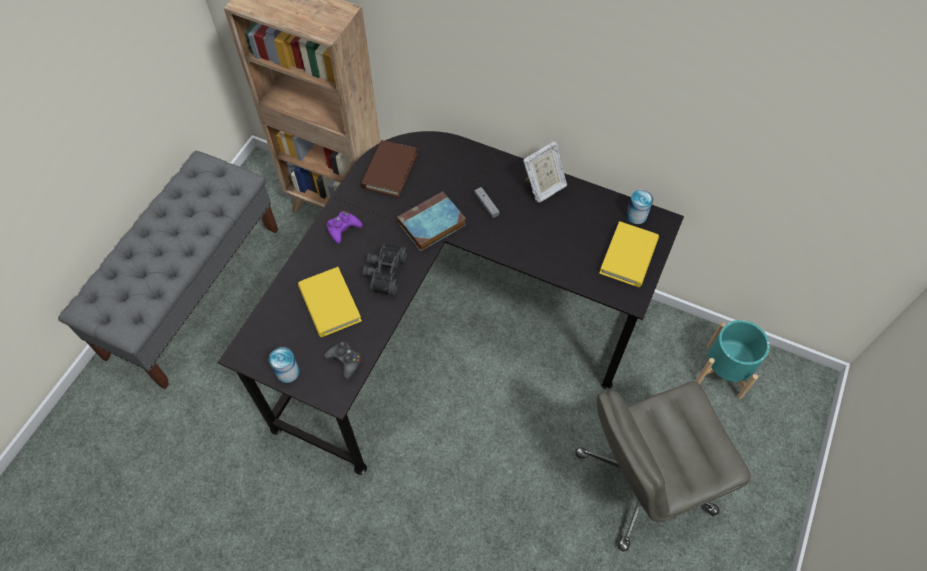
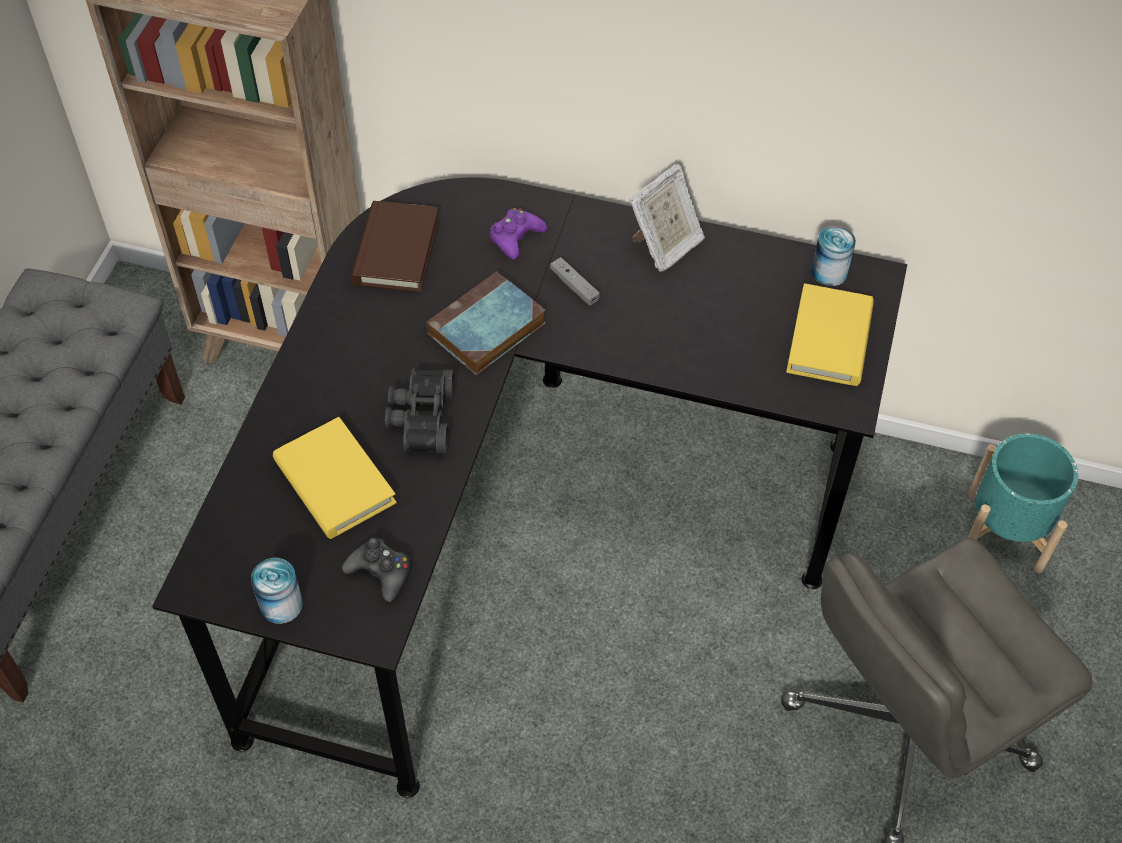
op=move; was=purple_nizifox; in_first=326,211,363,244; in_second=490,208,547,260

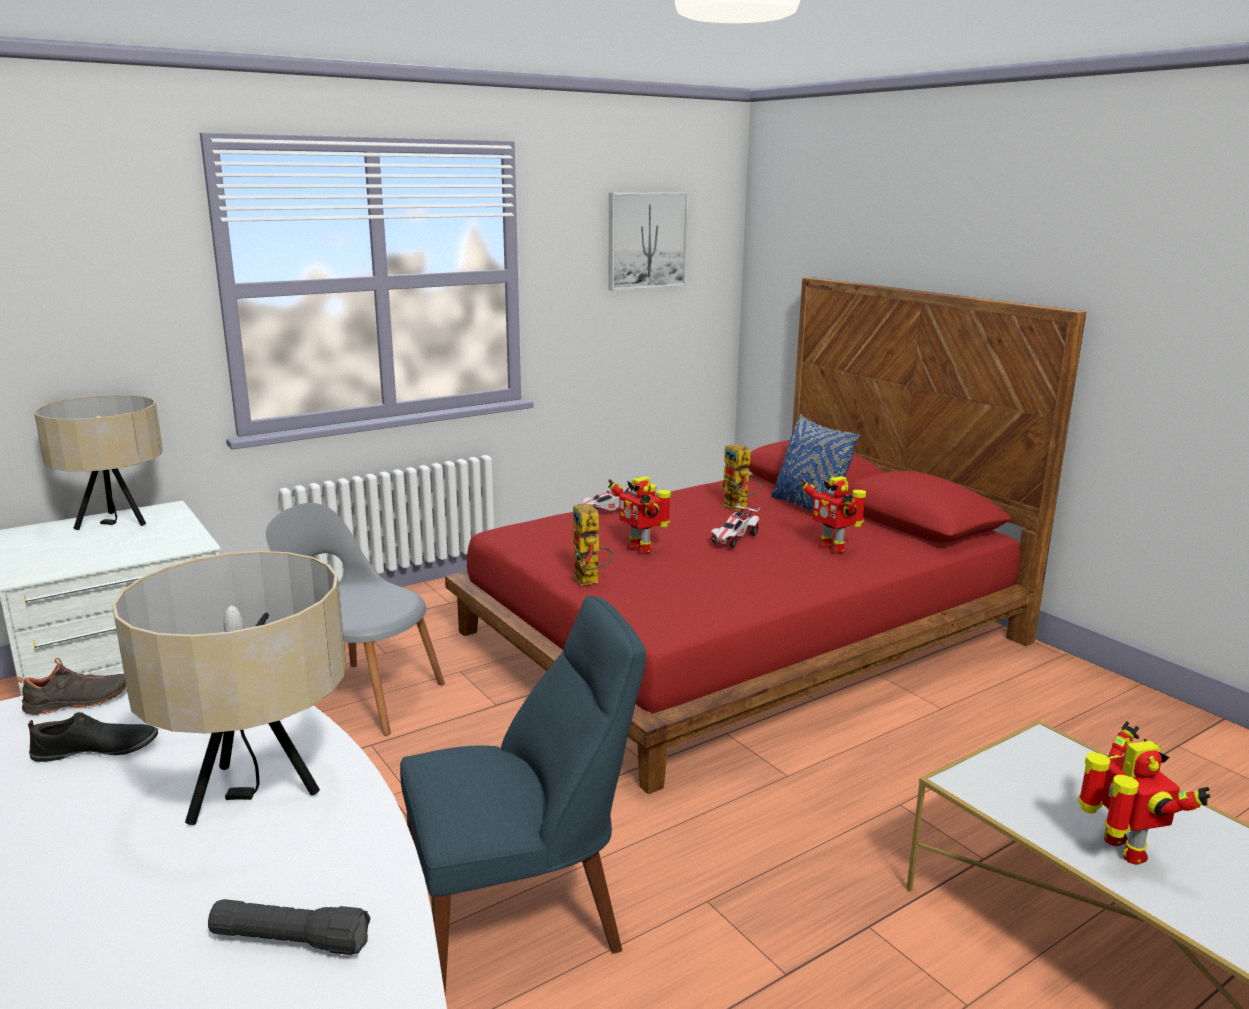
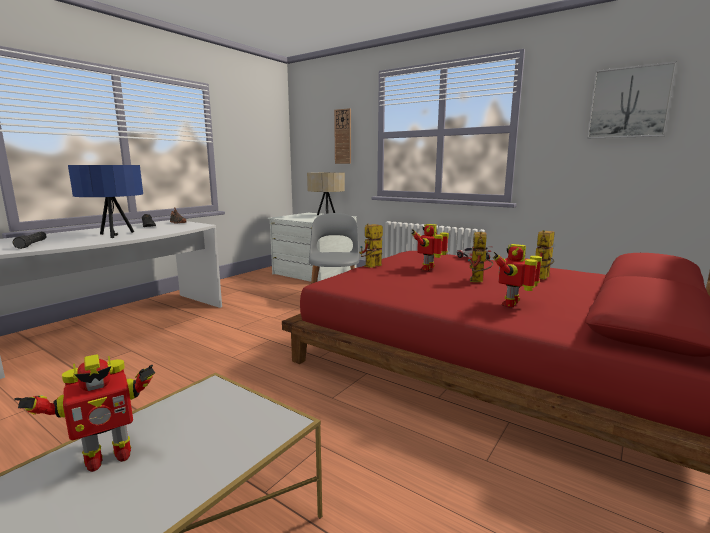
op=recolor; was=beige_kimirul; now=blue_kimirul; in_first=112,551,346,825; in_second=68,165,143,238
op=insert; now=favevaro; in_second=334,108,351,164
op=replace; was=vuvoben; now=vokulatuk; in_first=710,502,761,547; in_second=468,232,493,282
op=delete; was=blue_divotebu; in_first=400,596,646,994
op=delete; was=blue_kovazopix; in_first=771,414,860,512

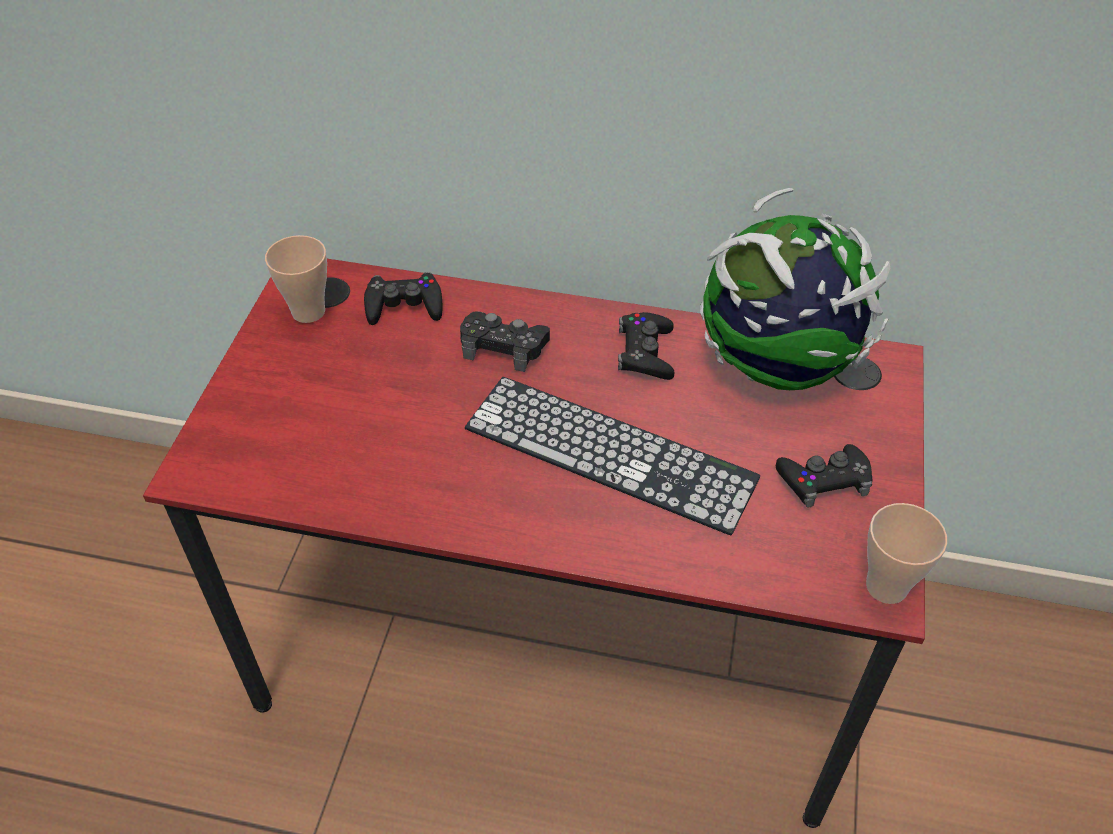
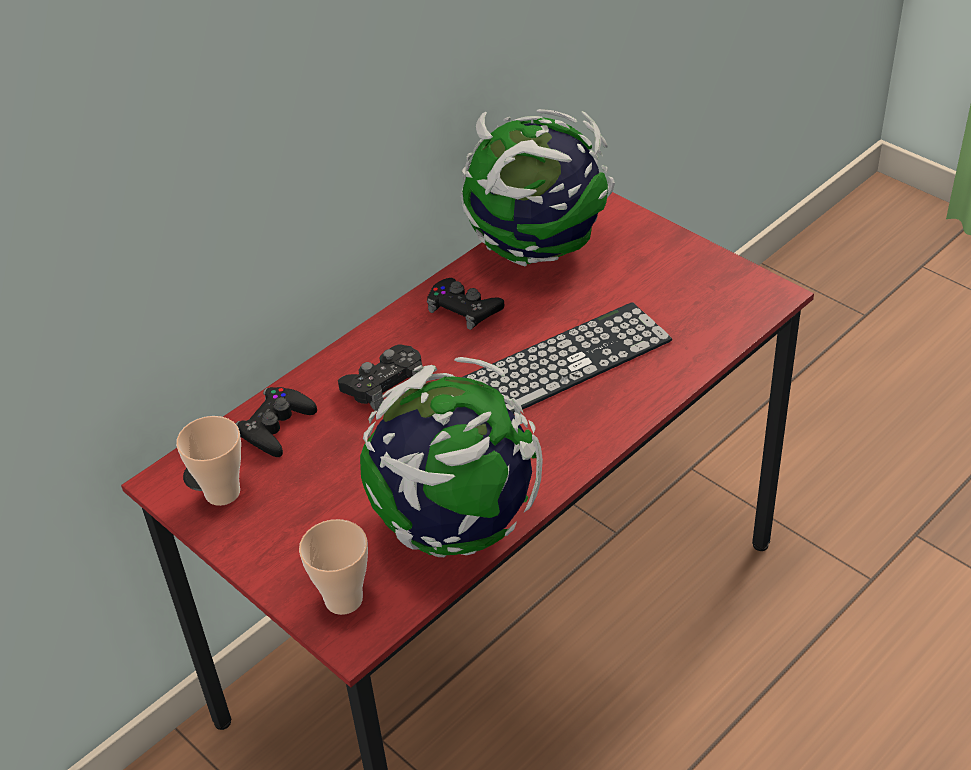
op=move; was=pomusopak; in_first=866,503,948,604; in_second=299,519,368,615
op=insert; now=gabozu; in_second=360,357,543,557
op=delete; was=black_nizifox; in_first=776,444,872,507

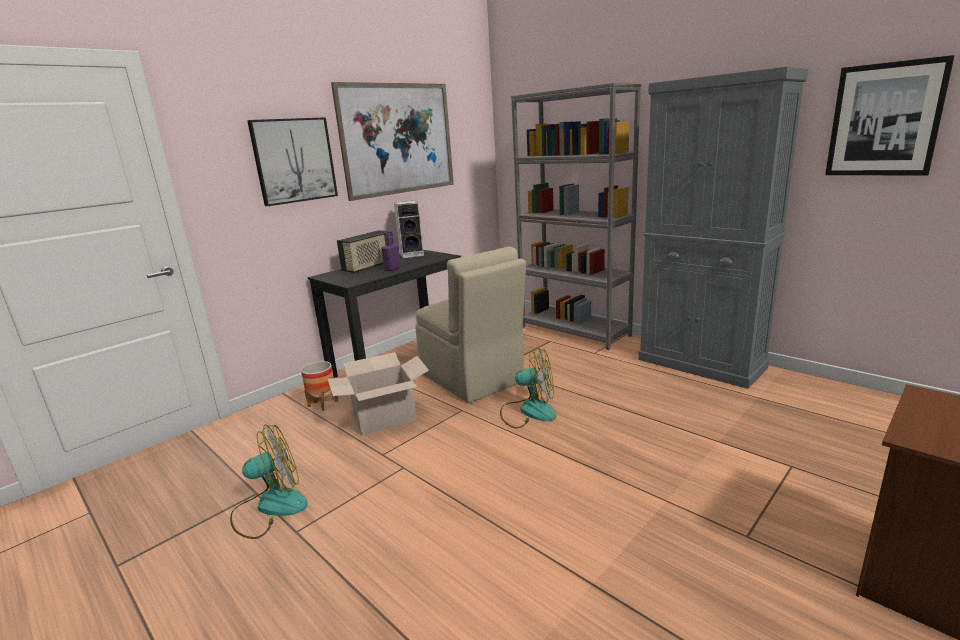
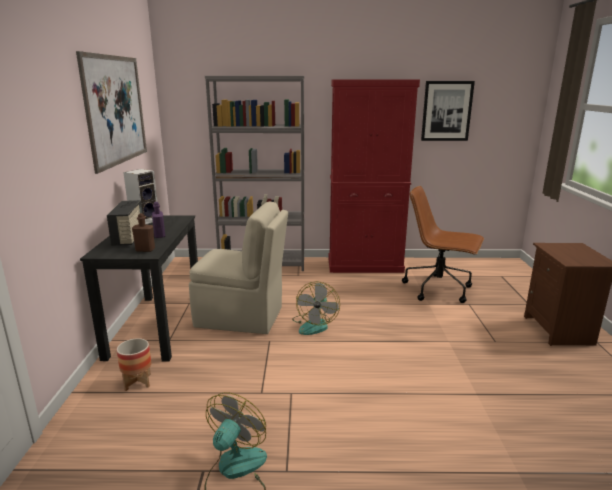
op=insert; now=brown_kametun; in_second=132,213,155,252
op=rotate; was=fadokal; in_first=500,347,557,428; in_second=292,281,340,335; clockwise=135
op=recolor; was=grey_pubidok; now=red_pubidok; in_first=638,66,808,389; in_second=328,79,420,273
op=insert; now=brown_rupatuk; in_second=402,186,484,303
op=delete; was=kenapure; in_first=247,117,338,206
op=delete; was=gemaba; in_first=327,352,429,436

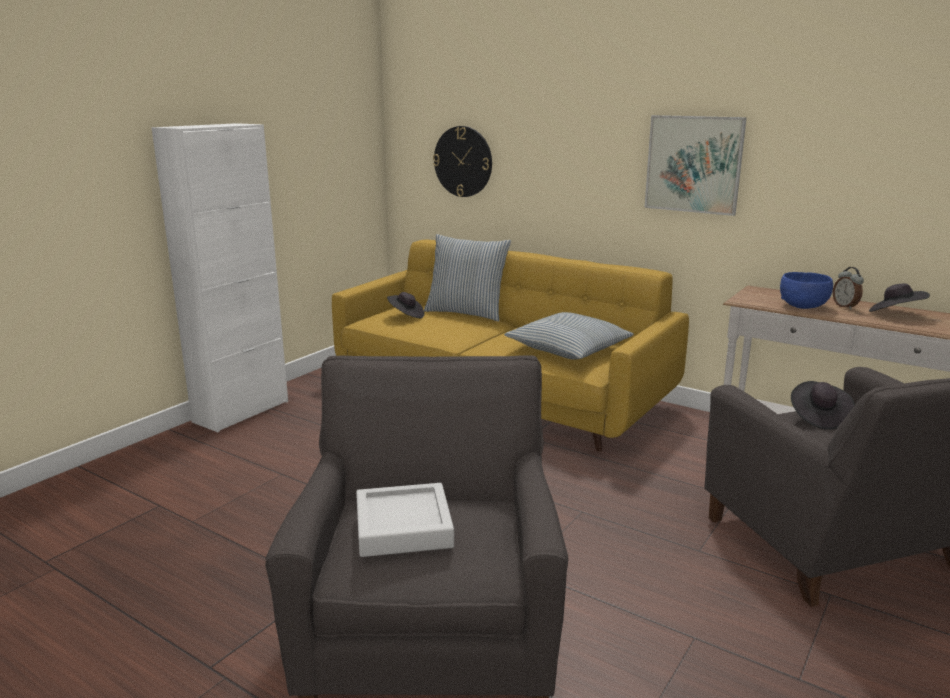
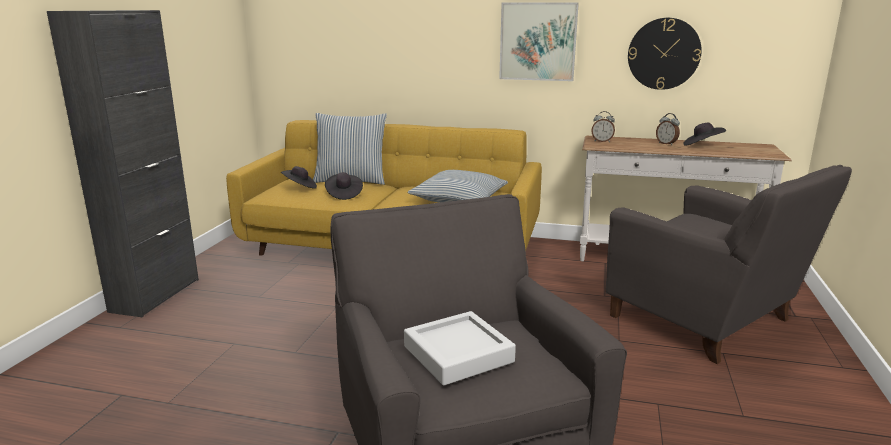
op=recolor; was=white_pubidok; now=black_pubidok; in_first=151,123,288,432; in_second=47,10,199,317
op=move; was=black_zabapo; in_first=791,381,855,430; in_second=325,172,363,200
op=insert; now=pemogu; in_second=591,111,615,142
op=move; was=favevaro; in_first=433,126,492,197; in_second=628,18,702,90
op=delete; was=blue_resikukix; in_first=780,272,833,309

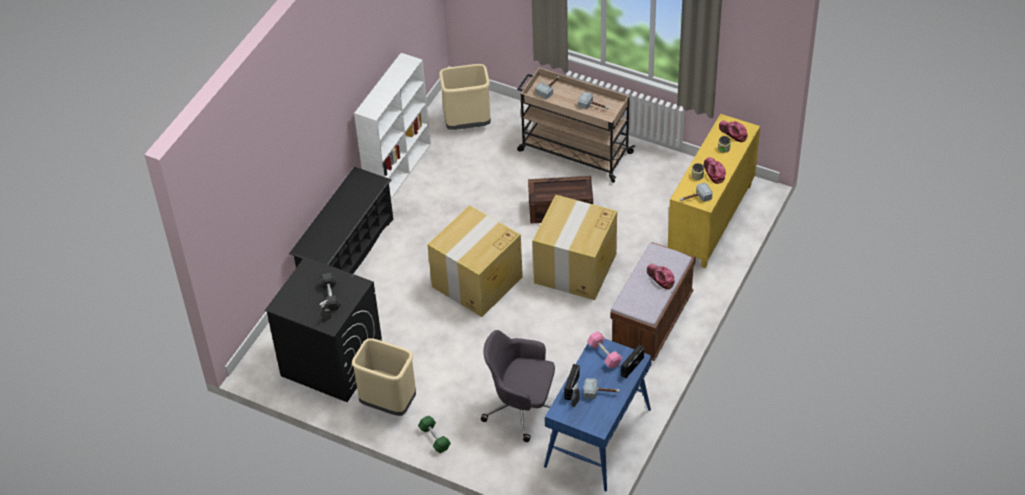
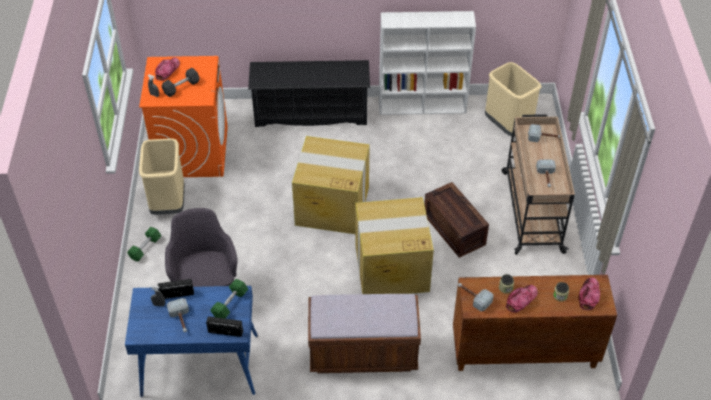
op=recolor; was=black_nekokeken; now=orange_nekokeken; in_first=265,257,382,402; in_second=139,56,228,177
op=move; was=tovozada; in_first=647,264,675,290; in_second=155,57,180,81
op=recolor; was=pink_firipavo; now=green_firipavo; in_first=587,331,623,369; in_second=210,279,248,318
op=recolor; was=yellow_pubidok; now=brown_pubidok; in_first=668,114,760,268; in_second=453,275,617,371

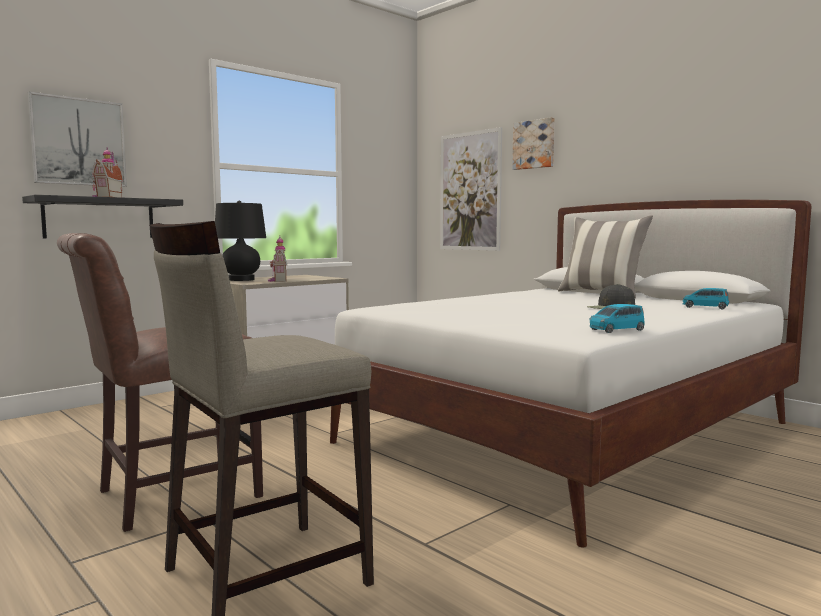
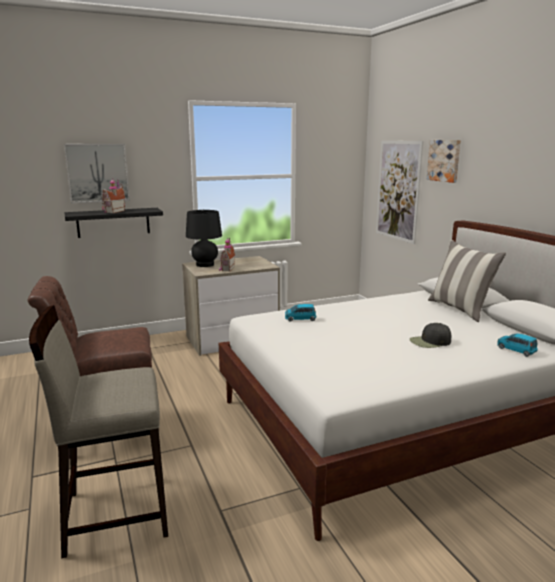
op=move; was=blue_vuvoben; in_first=590,304,645,333; in_second=285,304,316,322

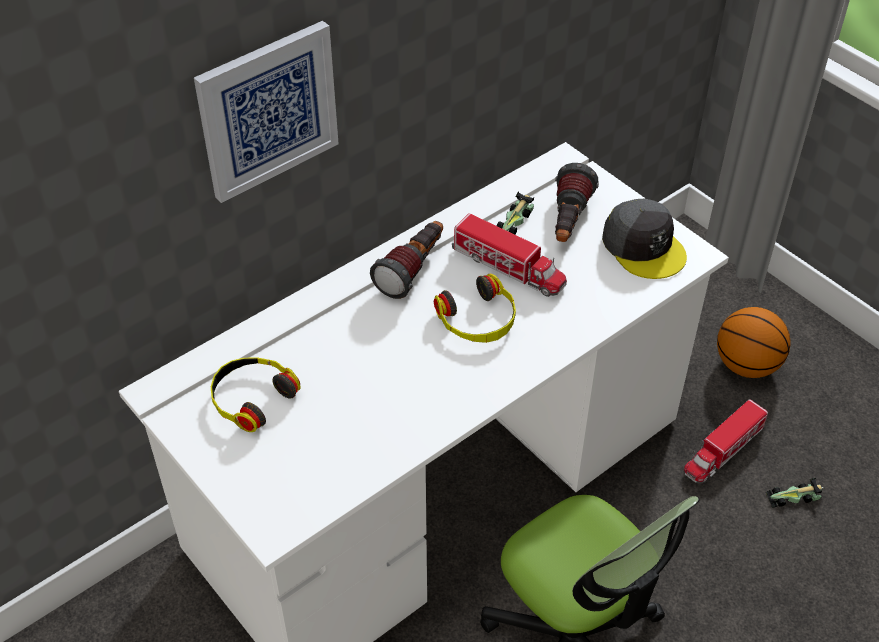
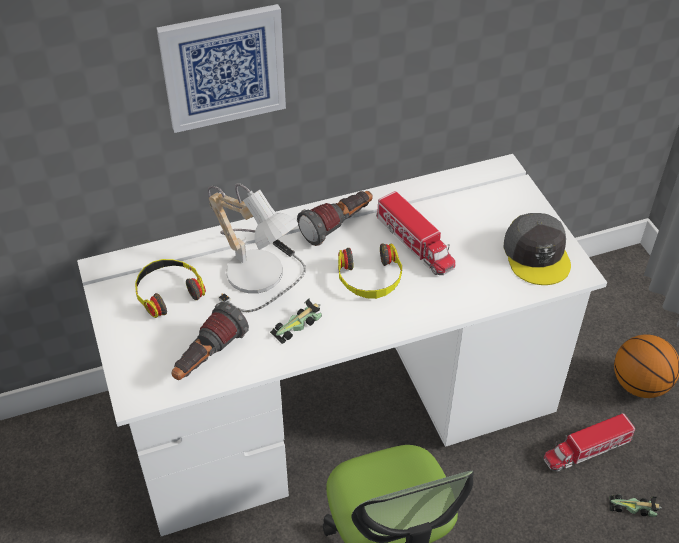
op=move; was=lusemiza; in_first=555,163,599,242; in_second=172,302,249,380
op=insert; now=kimirul; in_second=208,183,306,312
op=move; was=vuvoben; in_first=496,191,534,234; in_second=270,298,322,344

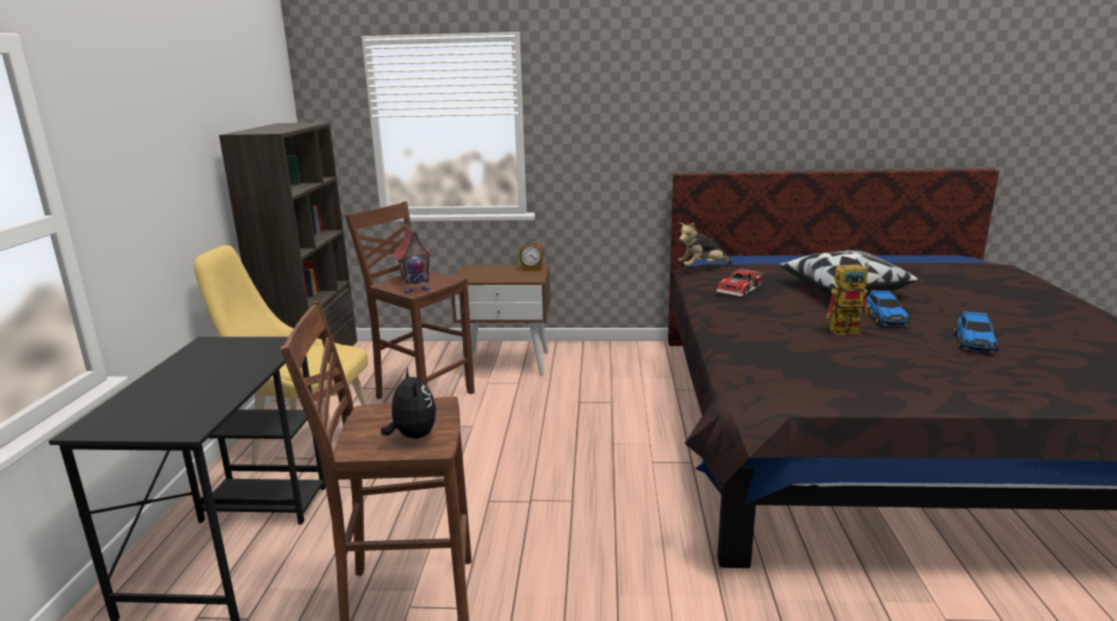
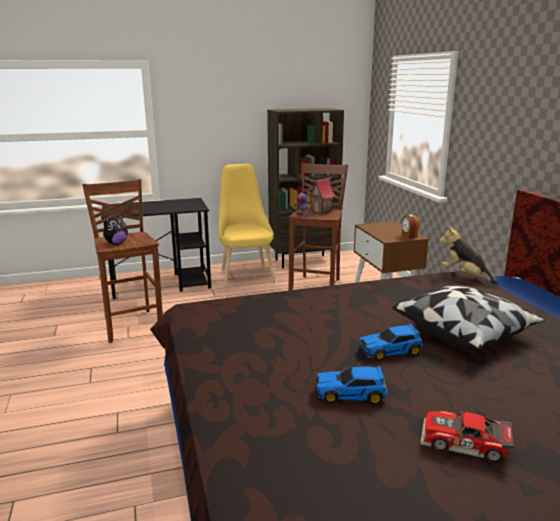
op=move; was=vuvoben; in_first=716,268,765,297; in_second=420,411,514,462
op=delete; was=vokulatuk; in_first=826,263,873,336

